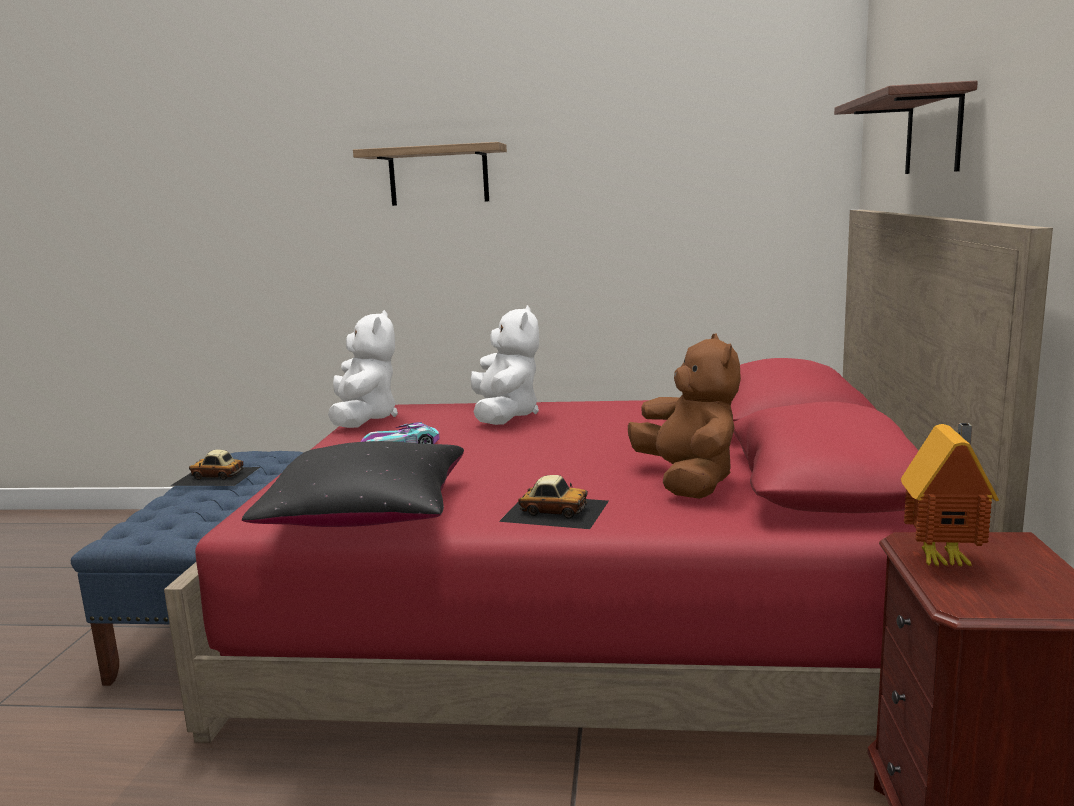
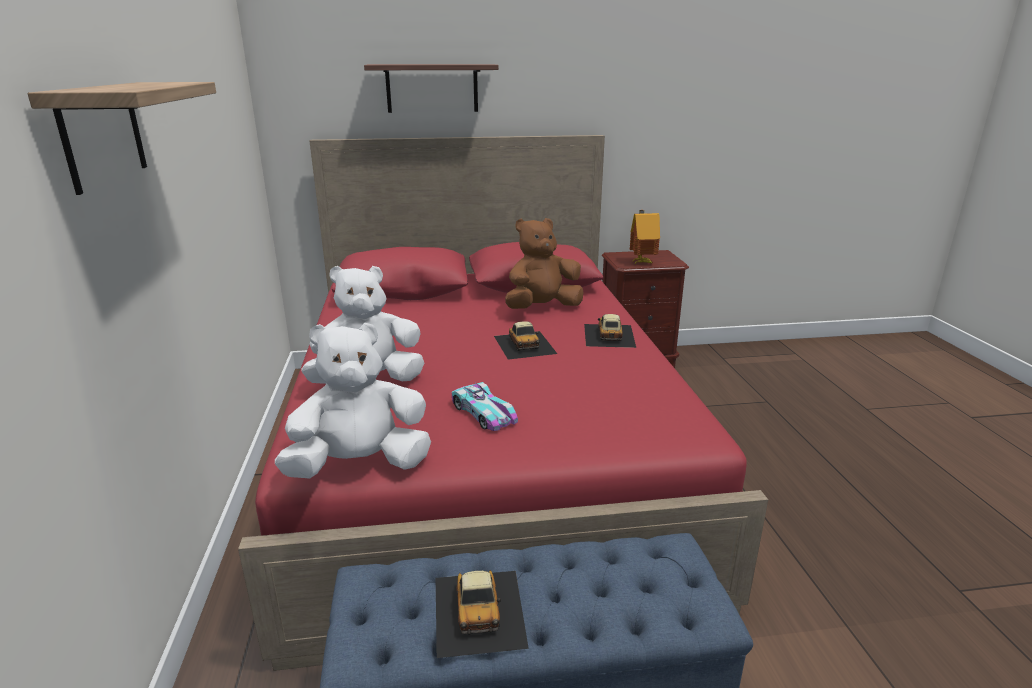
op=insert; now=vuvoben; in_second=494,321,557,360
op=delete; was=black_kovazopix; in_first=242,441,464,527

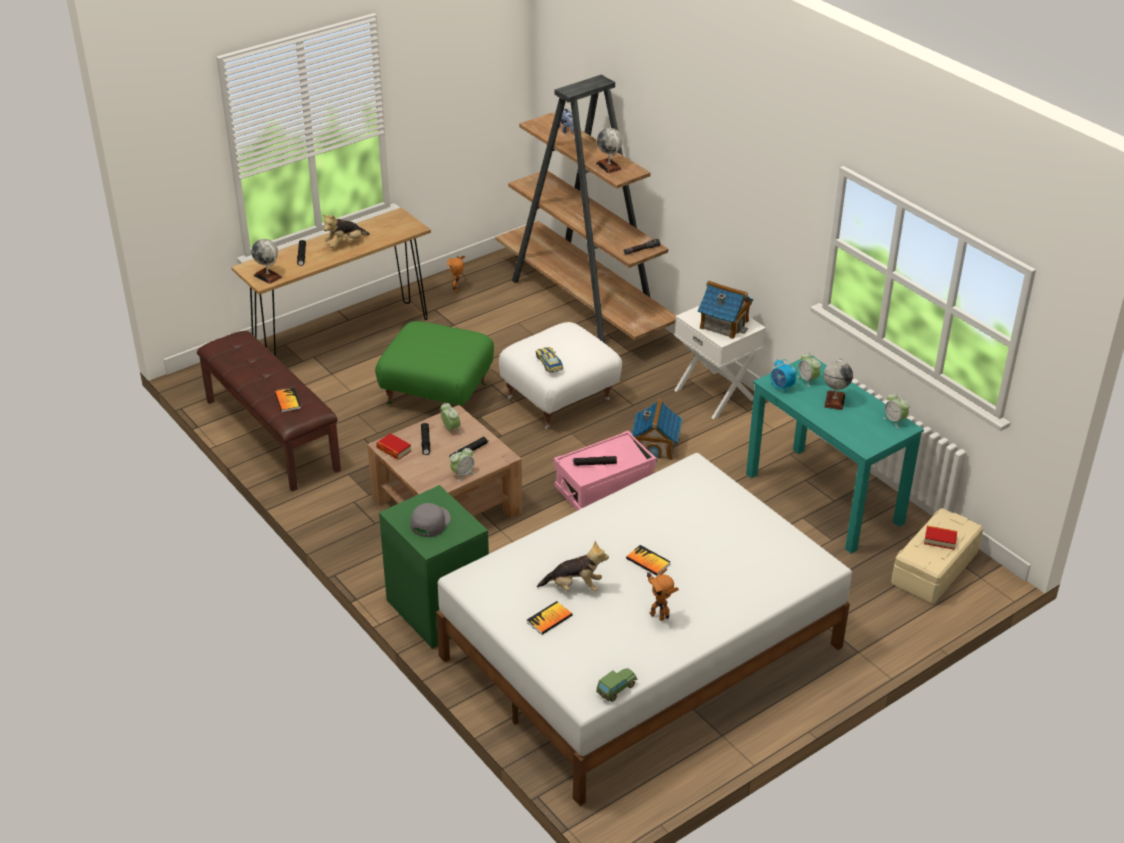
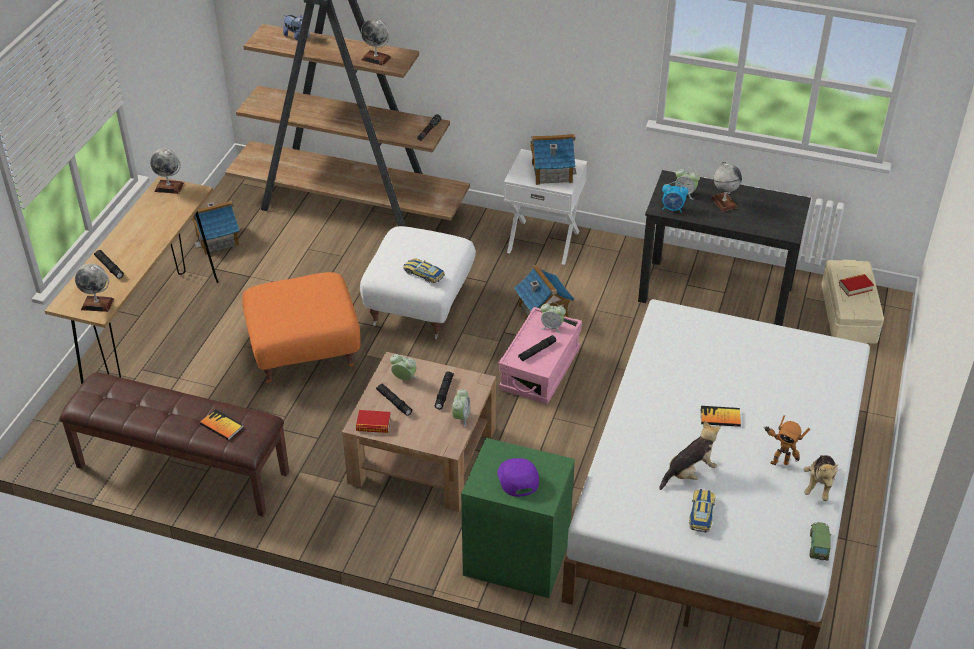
op=insert; now=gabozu; in_second=150,149,184,194
op=replace; was=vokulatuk; now=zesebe; in_first=447,255,465,293; in_second=192,200,239,255
op=recolor; was=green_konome; now=orange_konome; in_first=375,321,494,408; in_second=242,272,360,383
op=recolor; was=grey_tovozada; now=purple_tovozada; in_first=410,503,451,537; in_second=497,458,539,497
op=move; was=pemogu; in_first=883,393,910,429; in_second=541,302,566,333
op=recolor; was=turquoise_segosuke; now=black_segosuke; in_first=746,355,924,554; in_second=638,170,811,326
op=replace; was=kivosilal; now=vuvoben; in_first=526,601,572,635; in_second=689,489,715,532
op=move; was=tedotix; in_first=322,215,370,248; in_second=804,455,838,501

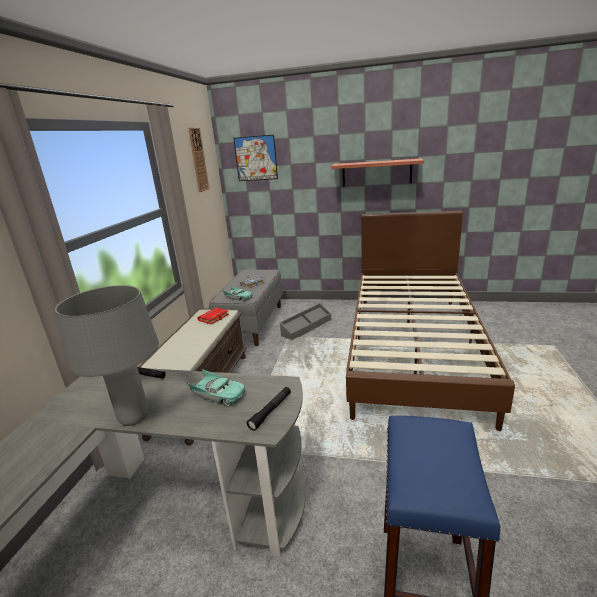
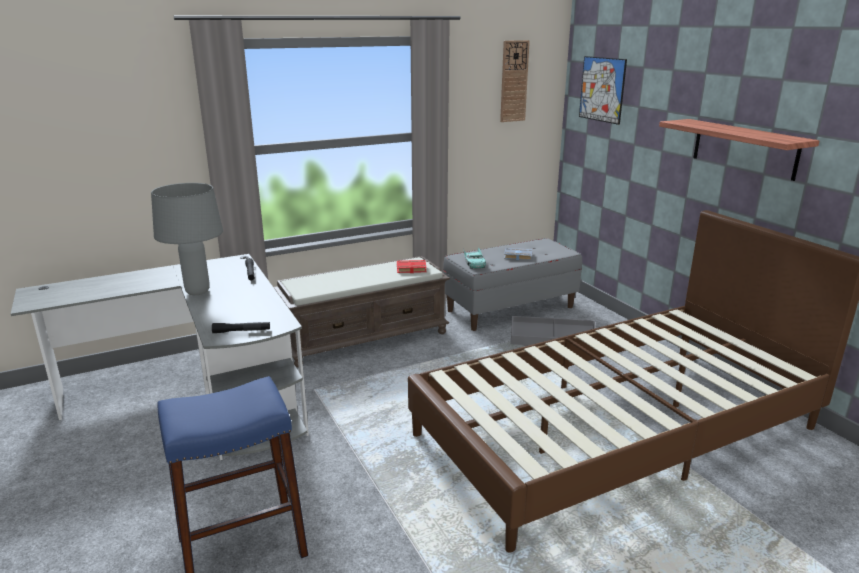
op=delete; was=turquoise_vuvoben; in_first=186,369,245,406

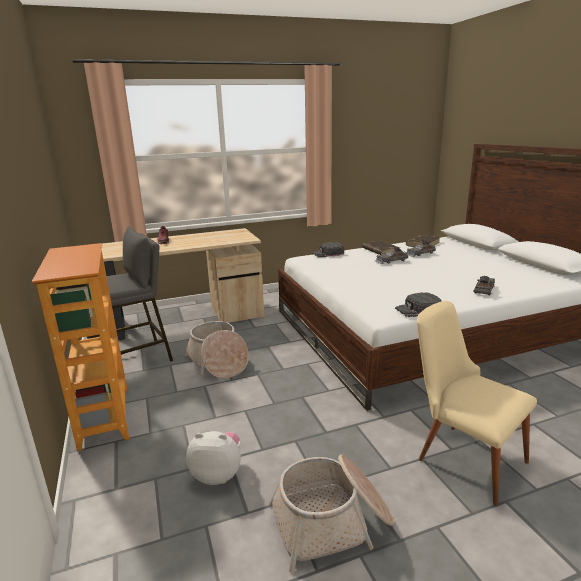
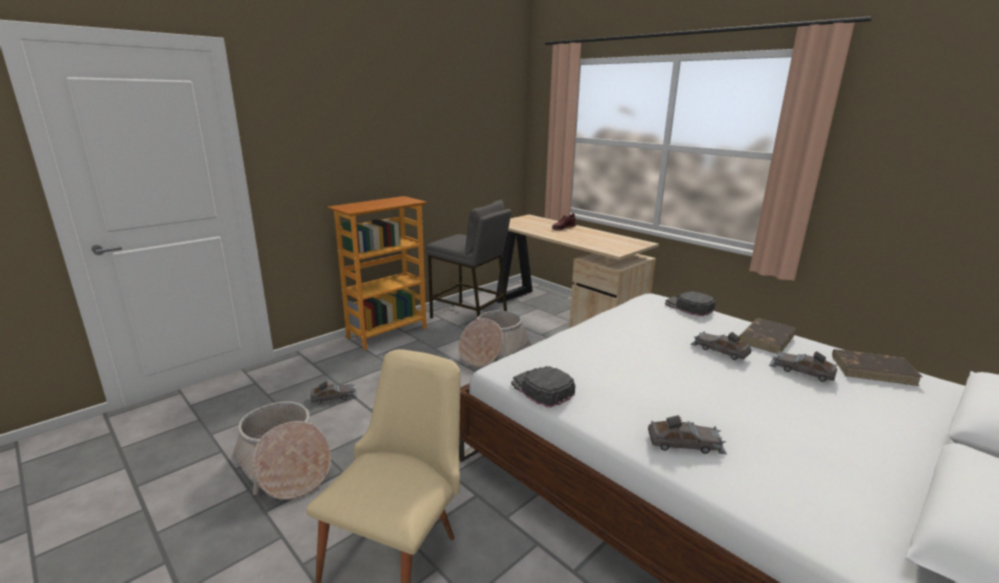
op=replace; was=tedotix; now=grey_vuvoben; in_first=186,431,241,485; in_second=311,382,357,404

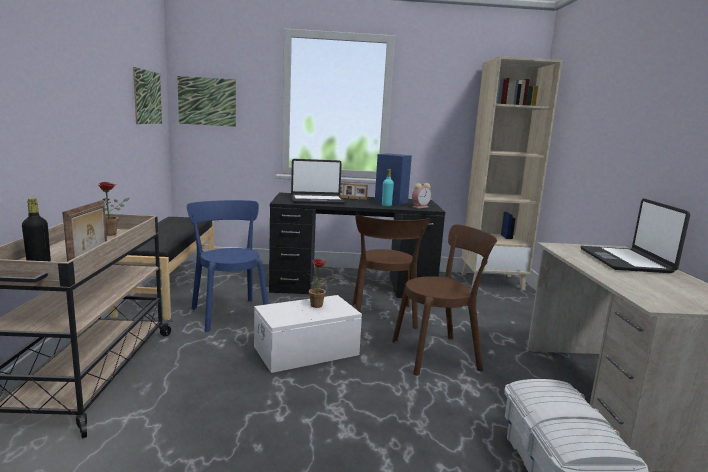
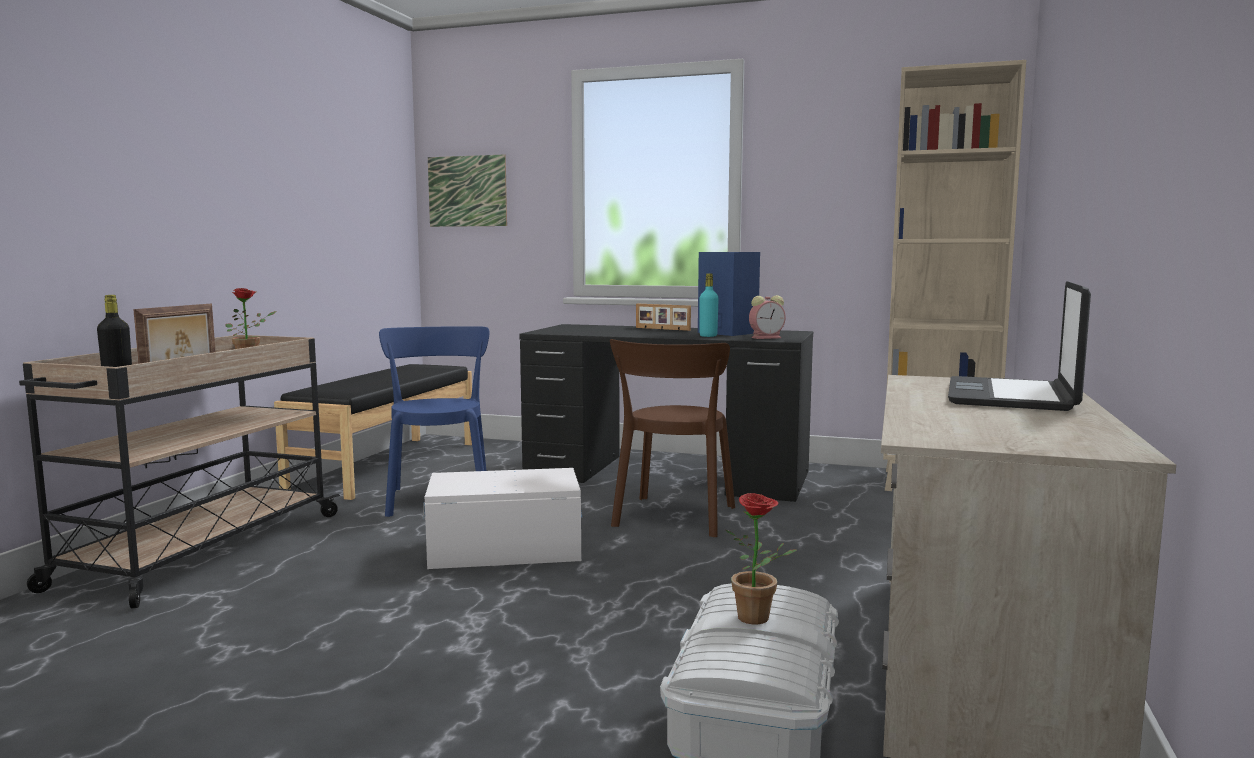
op=move; was=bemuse; in_first=307,259,334,308; in_second=726,493,797,624
op=delete; was=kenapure; in_first=133,67,162,124
op=delete; was=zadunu; in_first=291,159,345,204
op=delete; was=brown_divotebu; in_first=392,224,497,376

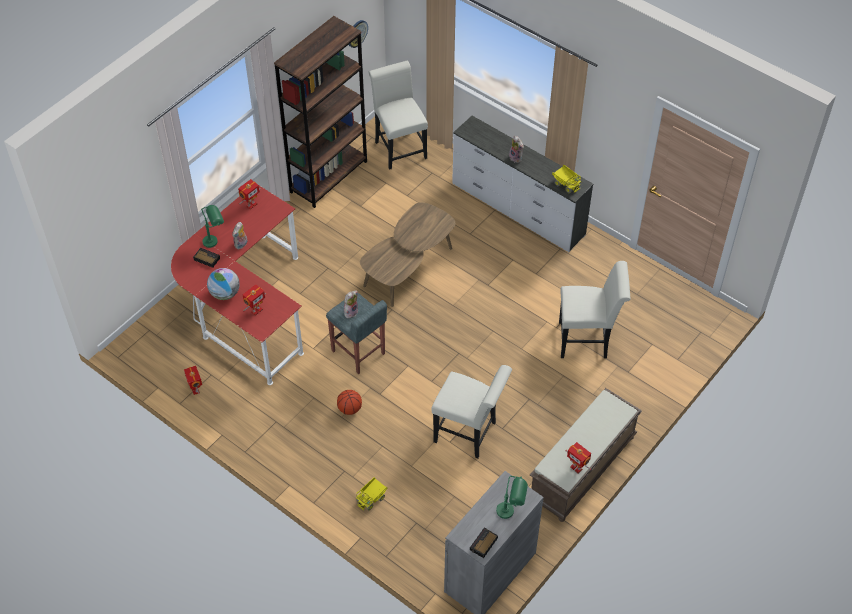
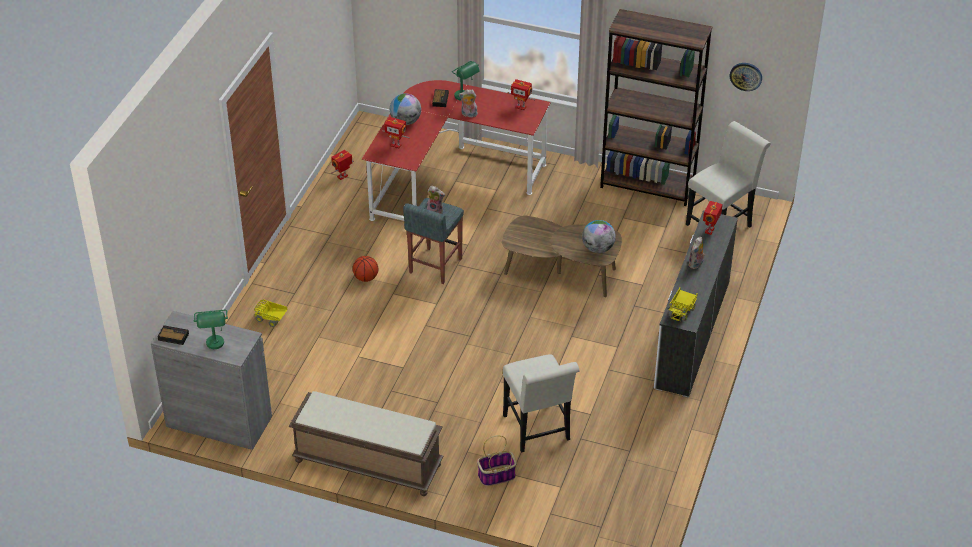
op=insert; now=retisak; in_second=477,435,517,486
op=insert; now=gabozu; in_second=582,220,616,253
op=move; was=vokulatuk; in_first=566,442,591,473; in_second=703,201,723,235
op=delete; was=white_divotebu; in_first=431,365,512,458

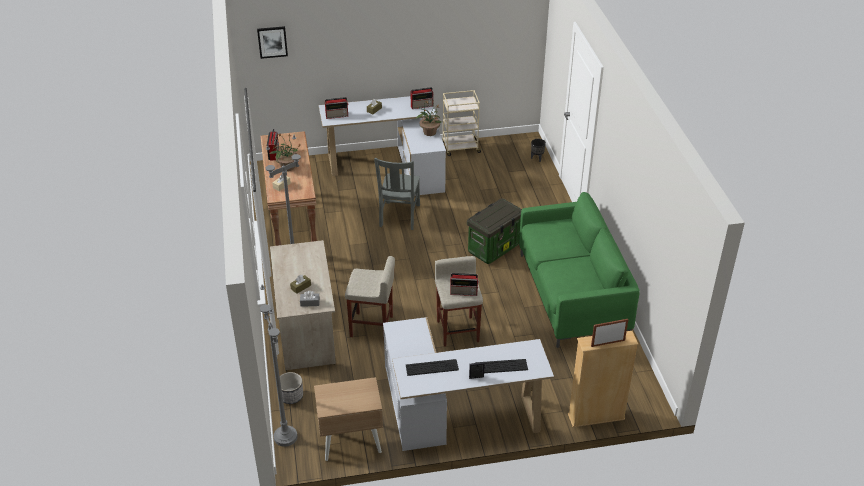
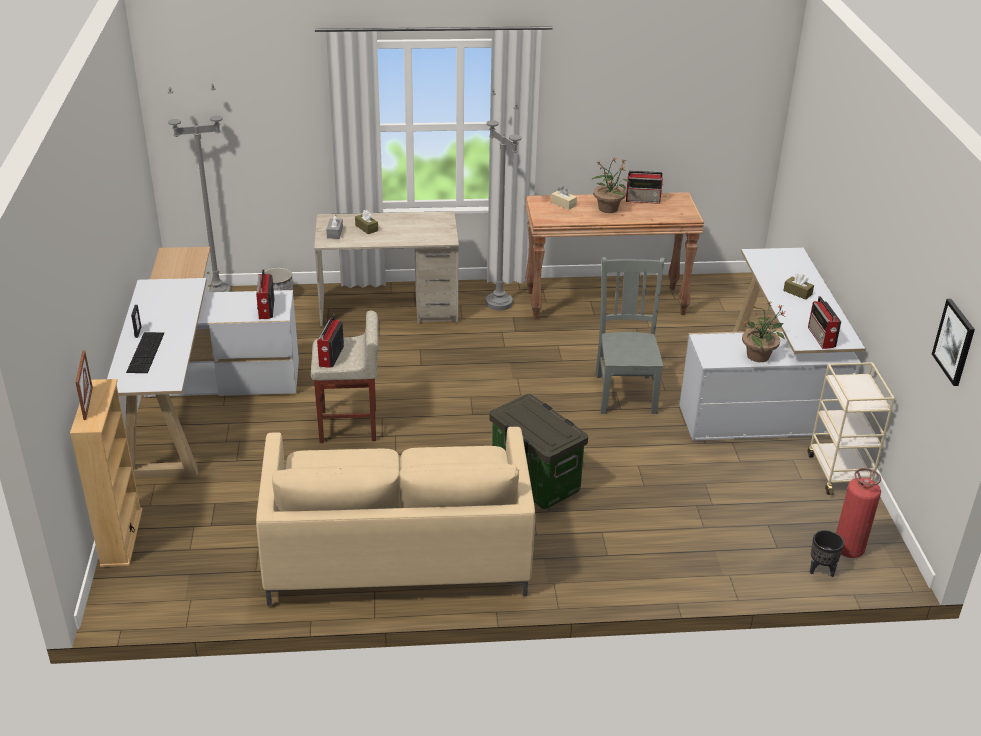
op=move; was=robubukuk; in_first=325,97,349,119; in_second=256,269,274,319
op=recolor; was=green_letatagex; now=beige_letatagex; in_first=519,192,640,348; in_second=256,427,535,606
op=rotate; was=grey_divotebu; in_first=374,158,420,230; in_second=595,257,665,414; clockwise=75
op=insert; now=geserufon; in_second=836,468,881,558
op=move; was=kenapure; in_first=257,26,288,59; in_second=932,299,975,386
op=delete; was=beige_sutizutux; in_first=345,256,395,337
op=delete; was=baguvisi; in_first=406,359,459,376

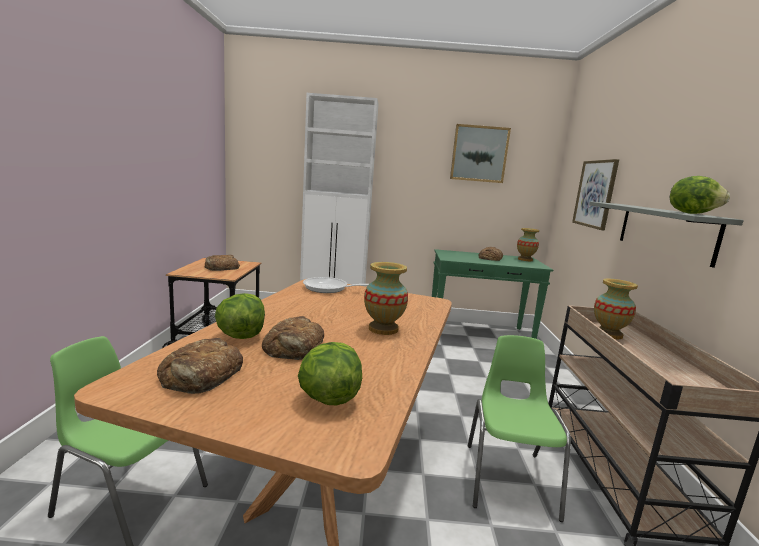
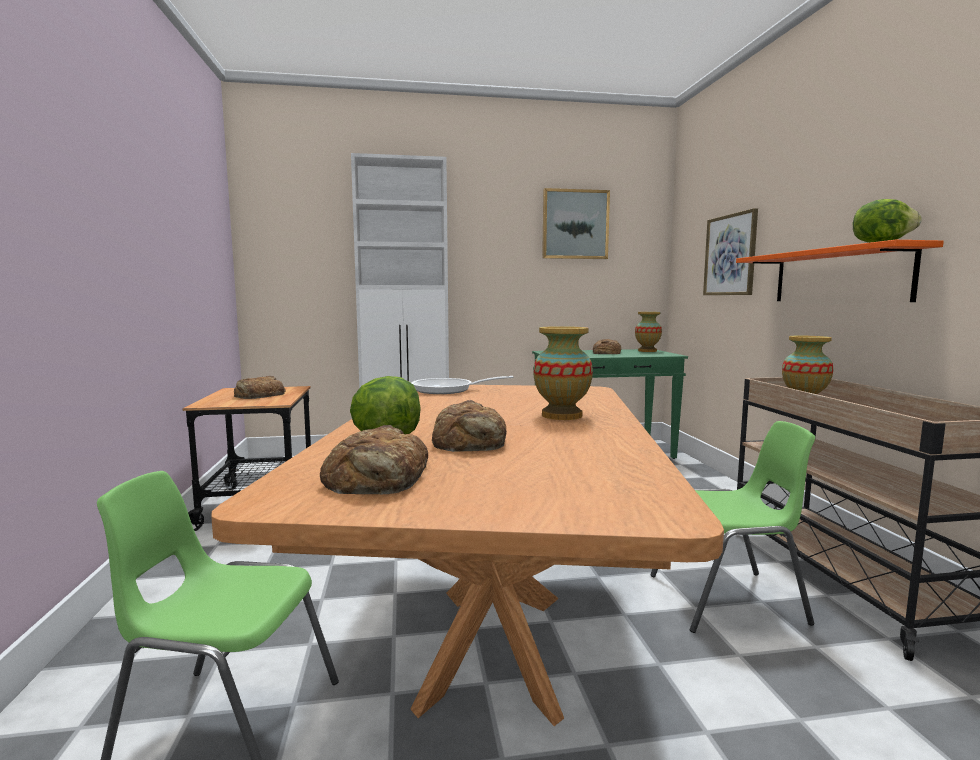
op=rotate; was=green_divotebu; in_first=468,335,571,522; in_second=650,421,815,633; clockwise=90
op=recolor; was=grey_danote; now=orange_danote; in_first=589,202,744,268; in_second=736,240,944,302
op=delete; was=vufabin; in_first=298,342,362,405

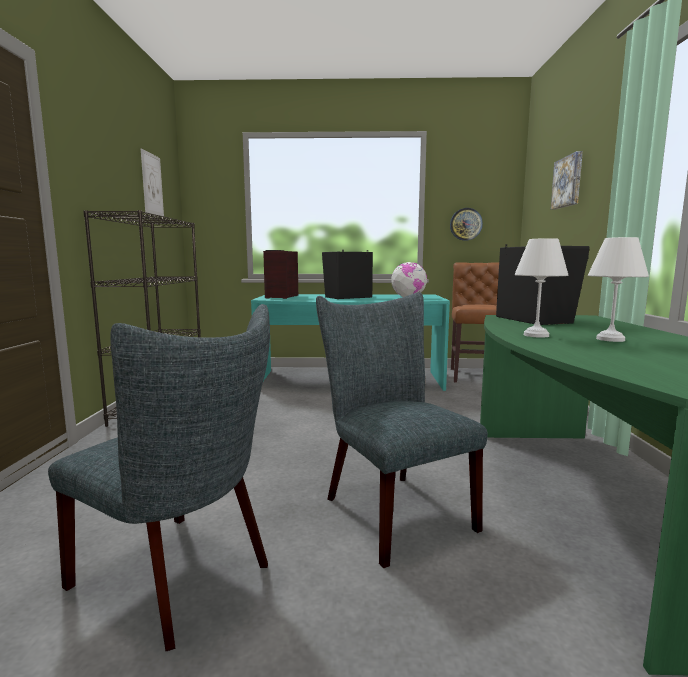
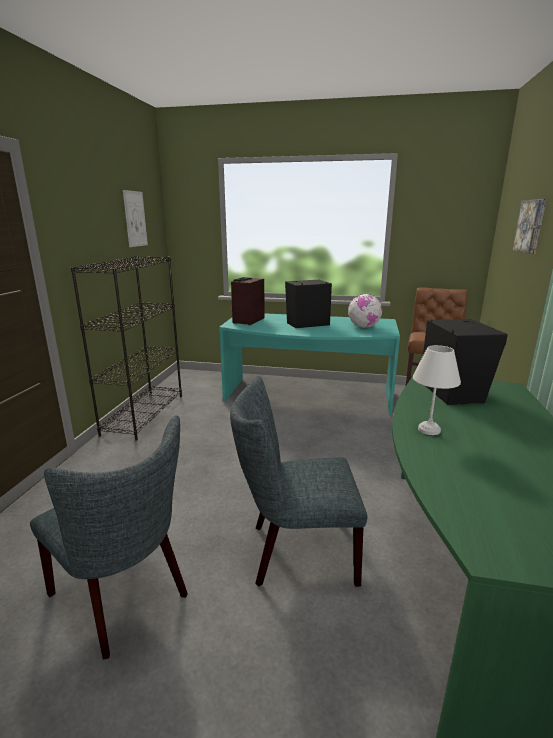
op=rotate; was=grey_divotebu; in_first=316,292,488,568; in_second=230,376,367,587; clockwise=-75
op=delete; was=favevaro; in_first=450,208,483,241
op=delete; was=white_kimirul; in_first=588,237,649,342

